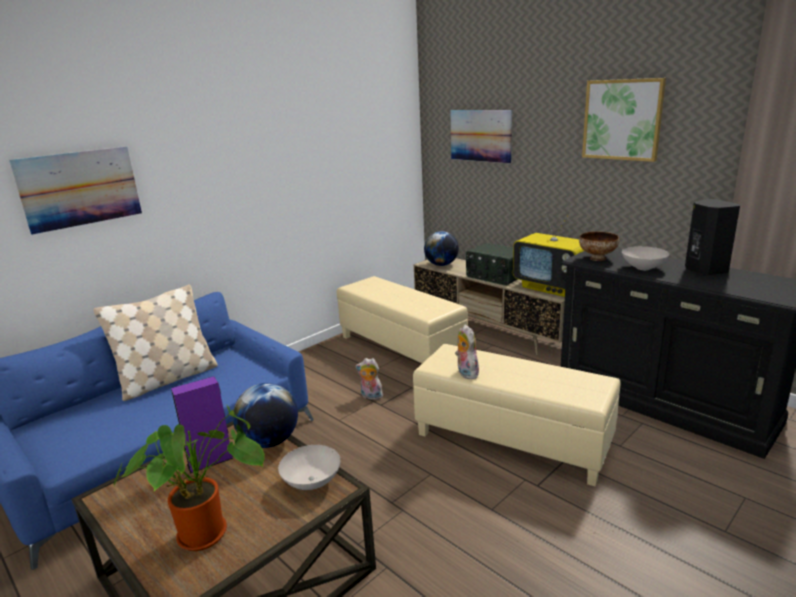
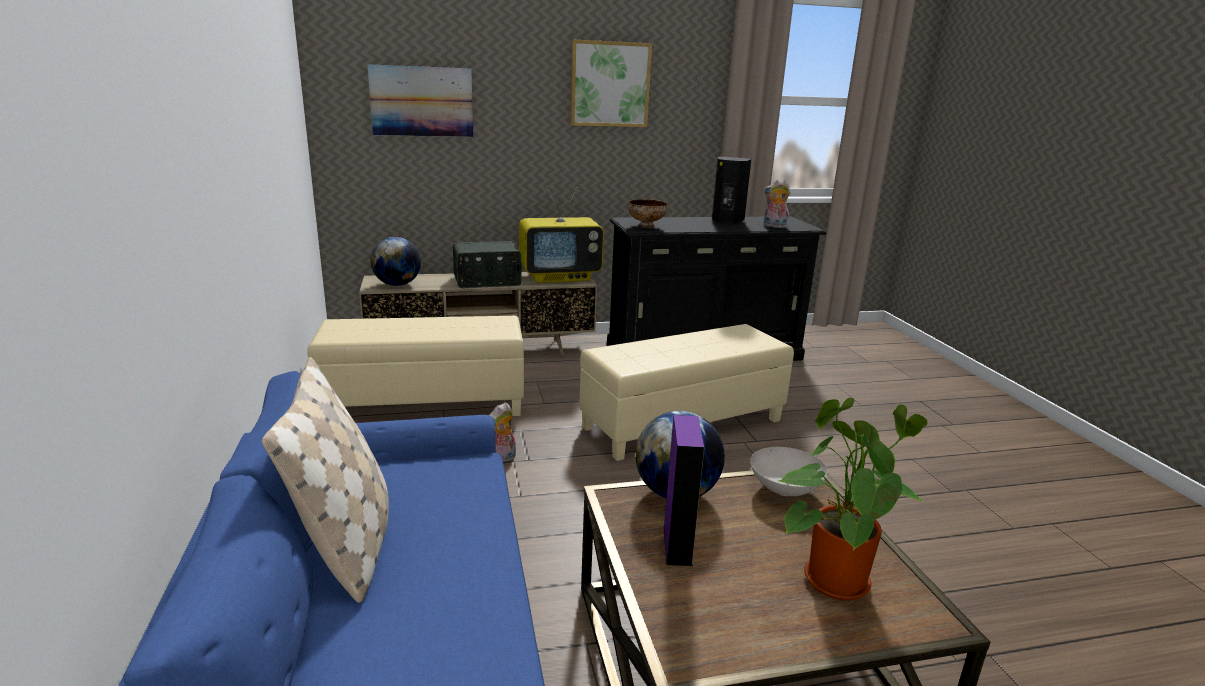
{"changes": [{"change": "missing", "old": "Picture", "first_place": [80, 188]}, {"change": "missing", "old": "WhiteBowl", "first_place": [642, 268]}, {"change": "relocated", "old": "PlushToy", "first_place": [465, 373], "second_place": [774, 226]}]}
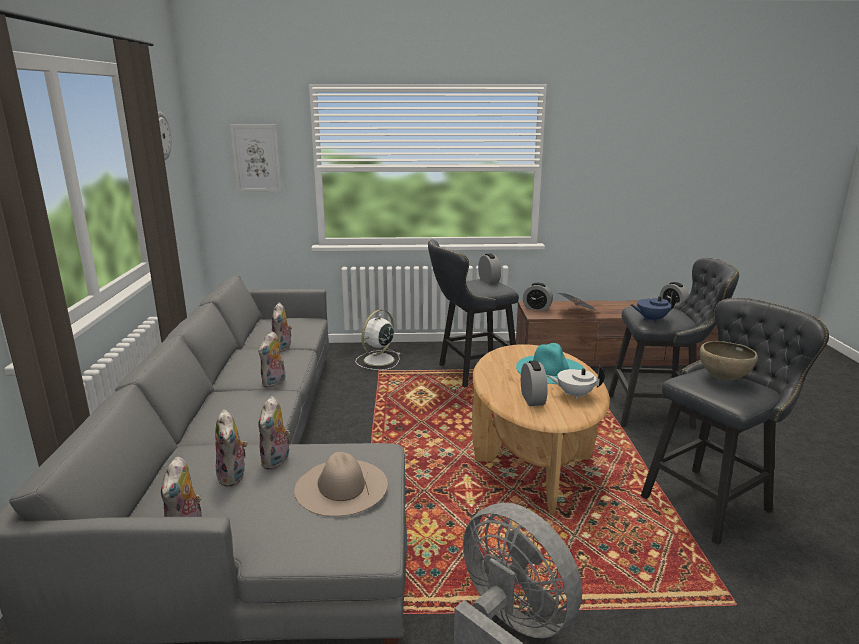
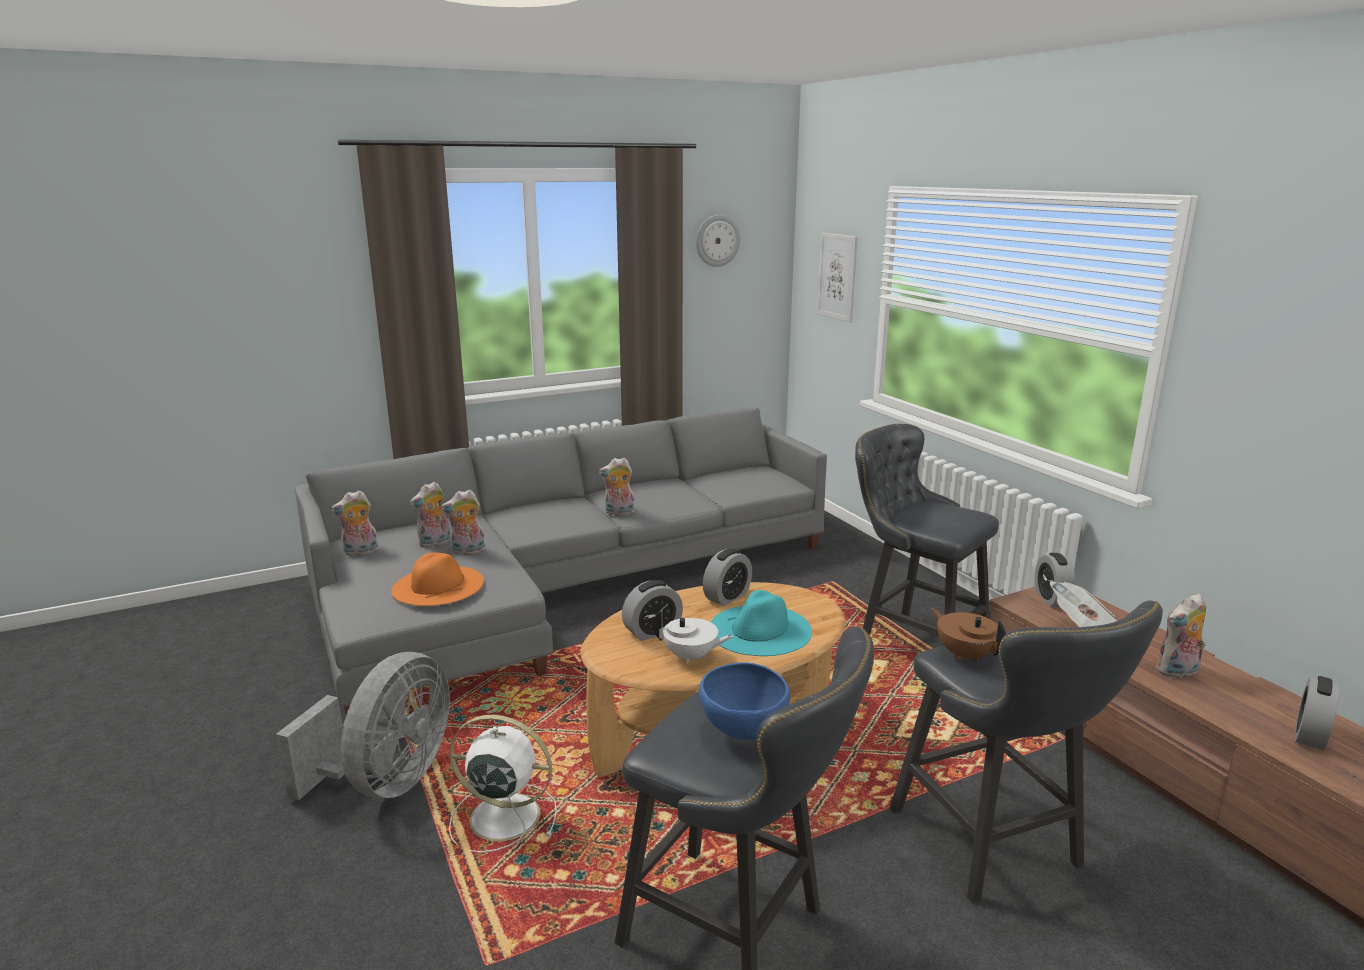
{"changes": [{"change": "relocated", "old": "AlarmClock", "first_place": [489, 281], "second_place": [727, 597]}, {"change": "colour", "old": "BlueTeapot", "new": "BrownTeapot", "first_place": [651, 319], "second_place": [965, 654]}, {"change": "relocated", "old": "PlushToy", "first_place": [283, 348], "second_place": [1178, 672]}, {"change": "relocated", "old": "WhiteFan", "first_place": [378, 360], "second_place": [501, 816]}, {"change": "colour", "old": "BrownBowl", "new": "BlueBowl", "first_place": [723, 379], "second_place": [742, 733]}, {"change": "spun", "old": "WhiteTeapot", "first_place": [574, 394], "second_place": [691, 657], "degrees": 120}, {"change": "colour", "old": "BeigeHat", "new": "OrangeHat", "first_place": [341, 486], "second_place": [438, 585]}]}
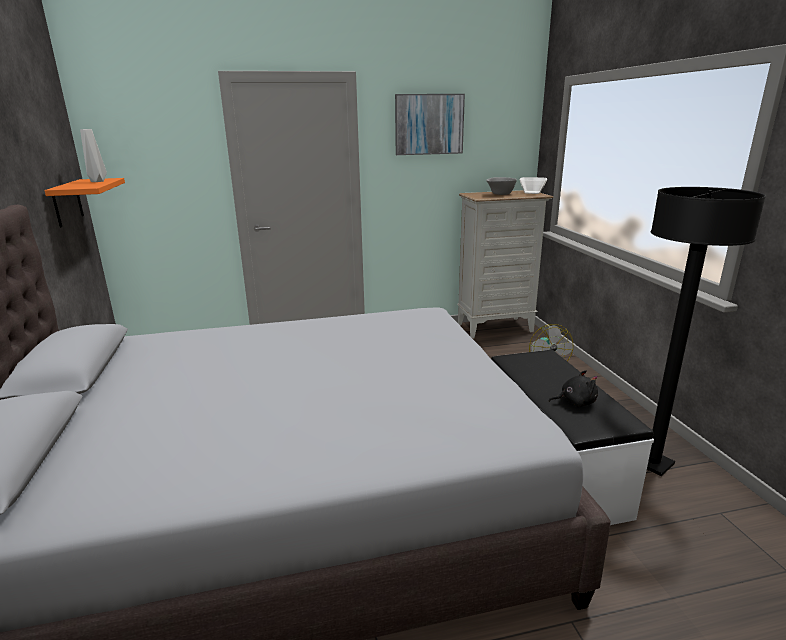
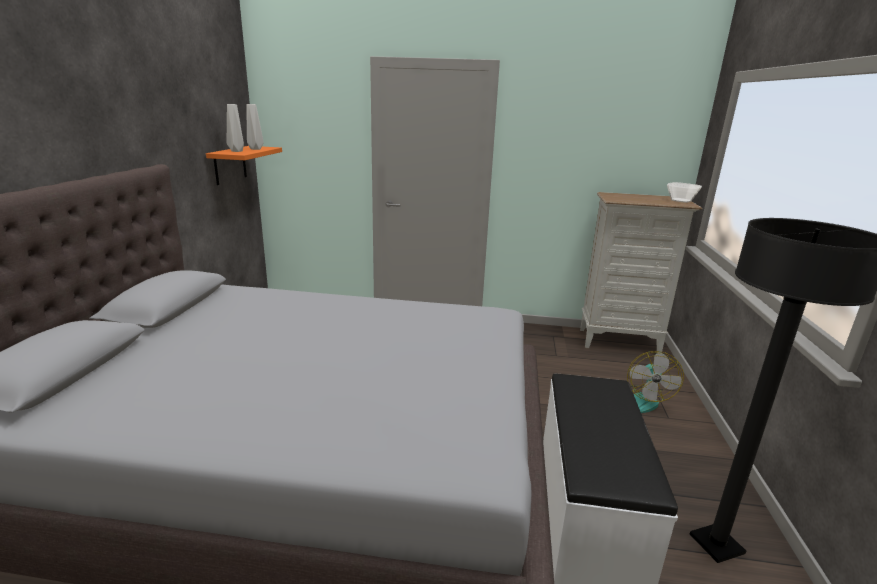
{"changes": [{"change": "missing", "old": "Picture", "first_place": [429, 124]}, {"change": "missing", "old": "GreyBowl", "first_place": [499, 194]}, {"change": "missing", "old": "BlackPlushToy", "first_place": [575, 402]}, {"change": "appeared", "new": "GreyVase", "second_place": [236, 151]}]}
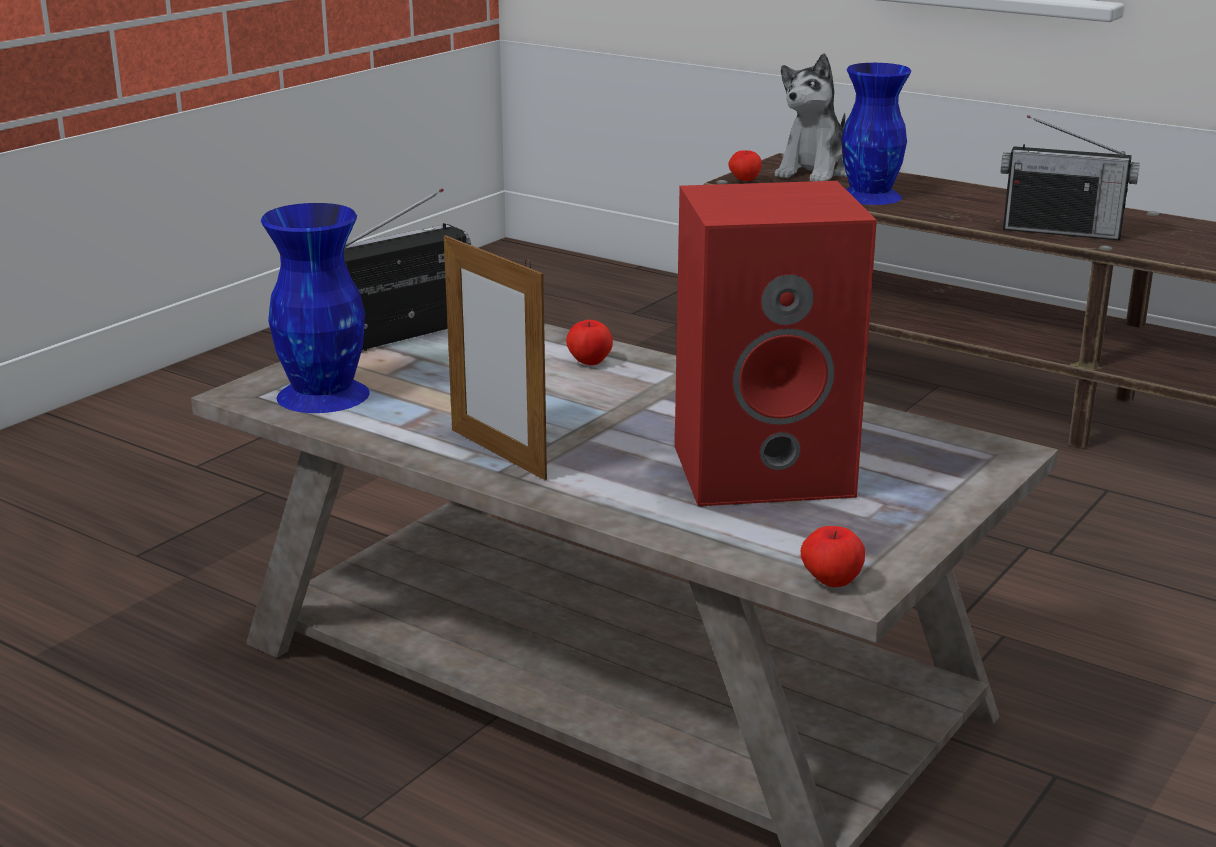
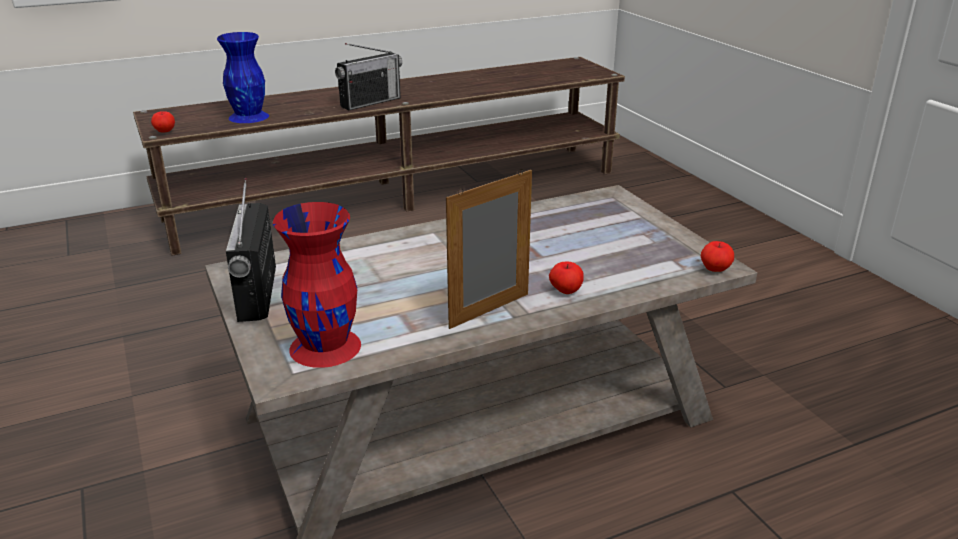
{"changes": [{"change": "missing", "old": "PlushToy", "first_place": [817, 172]}, {"change": "missing", "old": "RedSpeaker", "first_place": [766, 469]}, {"change": "colour", "old": "BlueVase", "new": "RedVase", "first_place": [325, 395], "second_place": [326, 346]}, {"change": "spun", "old": "PictureFrame", "first_place": [498, 453], "second_place": [489, 310], "degrees": 150}, {"change": "relocated", "old": "Apple", "first_place": [589, 362], "second_place": [565, 291]}]}
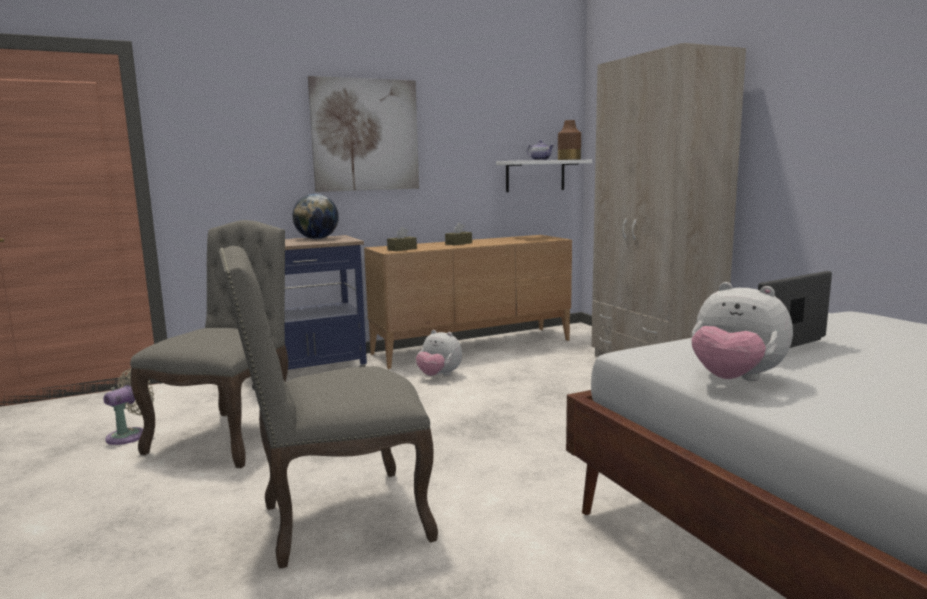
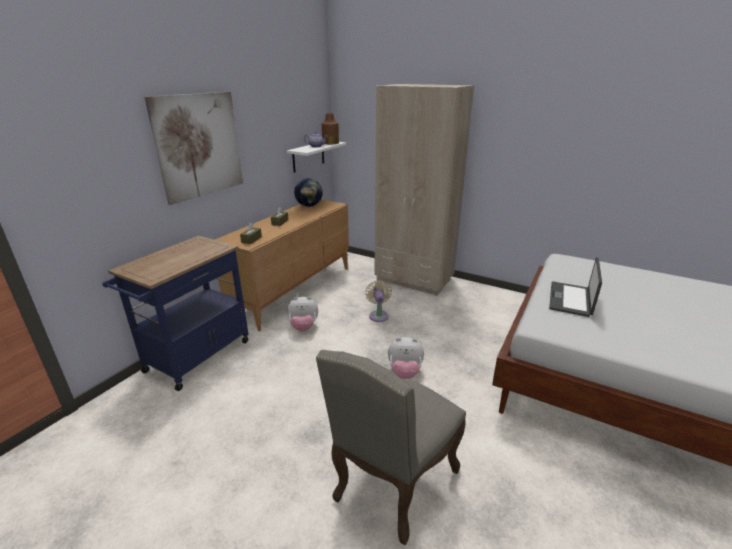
{"changes": [{"change": "relocated", "old": "Globe", "first_place": [317, 238], "second_place": [309, 206]}, {"change": "missing", "old": "GreyChair", "first_place": [229, 436]}, {"change": "relocated", "old": "PlushToy", "first_place": [735, 380], "second_place": [404, 372]}, {"change": "relocated", "old": "BeigeFan", "first_place": [130, 435], "second_place": [378, 315]}]}
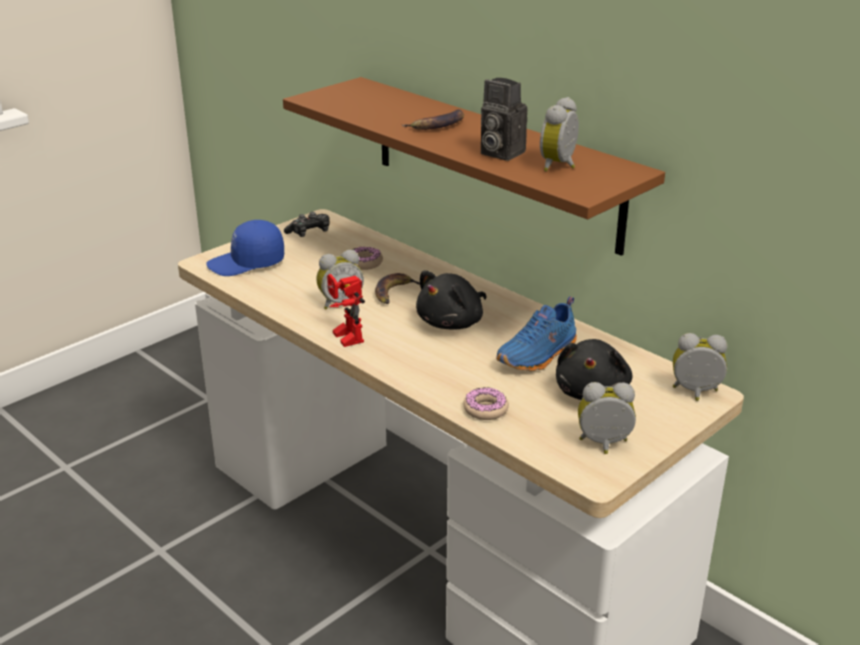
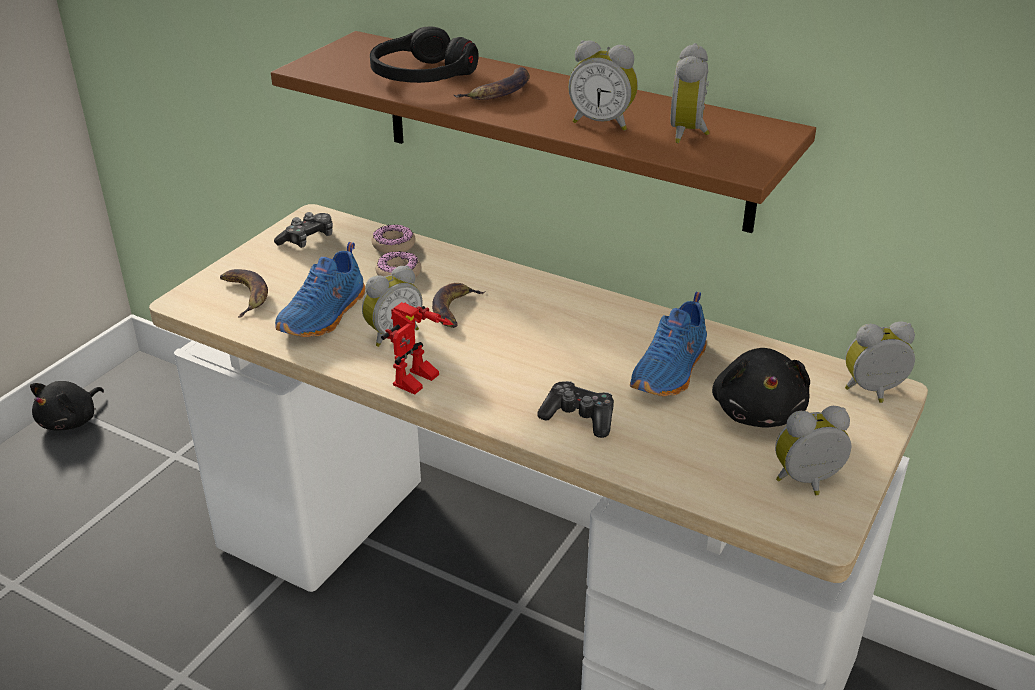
{"changes": [{"change": "exchanged", "old": "PhotoCamera", "new": "AlarmClock", "first_place": [499, 153], "second_place": [602, 123]}, {"change": "exchanged", "old": "BlueCap", "new": "Banana", "first_place": [247, 263], "second_place": [244, 295]}, {"change": "relocated", "old": "BlackPlushToy", "first_place": [452, 323], "second_place": [71, 420]}, {"change": "spun", "old": "ToyRobot", "first_place": [343, 337], "second_place": [418, 383], "degrees": -105}, {"change": "relocated", "old": "Donut", "first_place": [485, 409], "second_place": [393, 245]}, {"change": "appeared", "new": "BlackHeadphones", "second_place": [421, 76]}, {"change": "appeared", "new": "BlueShoe", "second_place": [325, 316]}, {"change": "appeared", "new": "GameController", "second_place": [579, 417]}]}
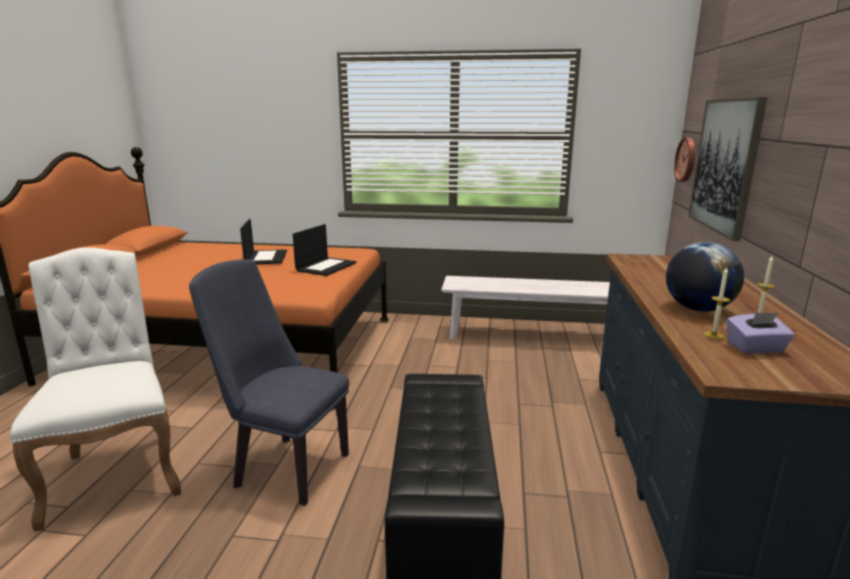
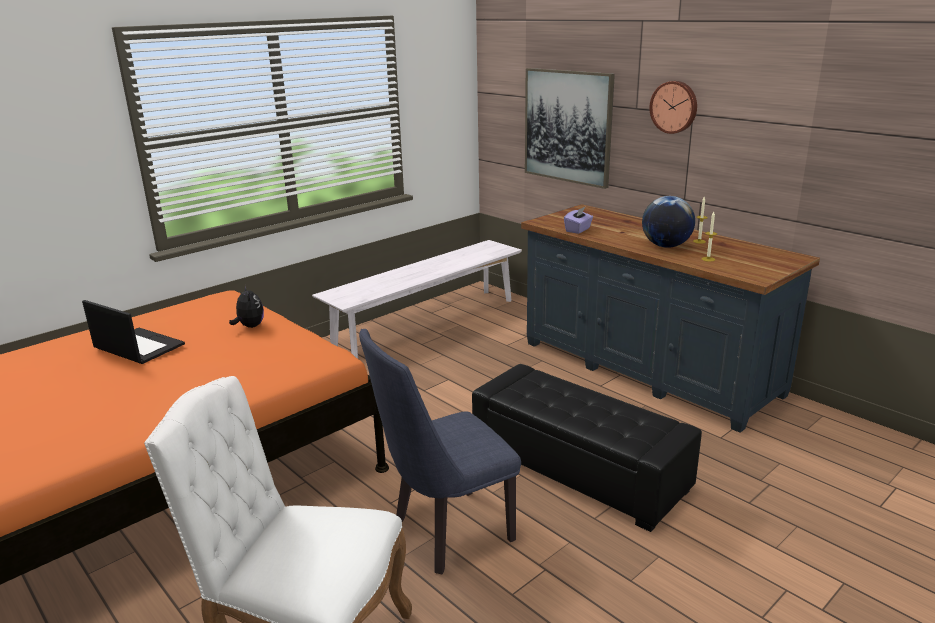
{"changes": [{"change": "relocated", "old": "WallClock", "first_place": [687, 160], "second_place": [674, 107]}, {"change": "exchanged", "old": "Laptop", "new": "PlushToy", "first_place": [326, 266], "second_place": [250, 326]}, {"change": "relocated", "old": "PurpleTissueBox", "first_place": [755, 348], "second_place": [578, 230]}]}
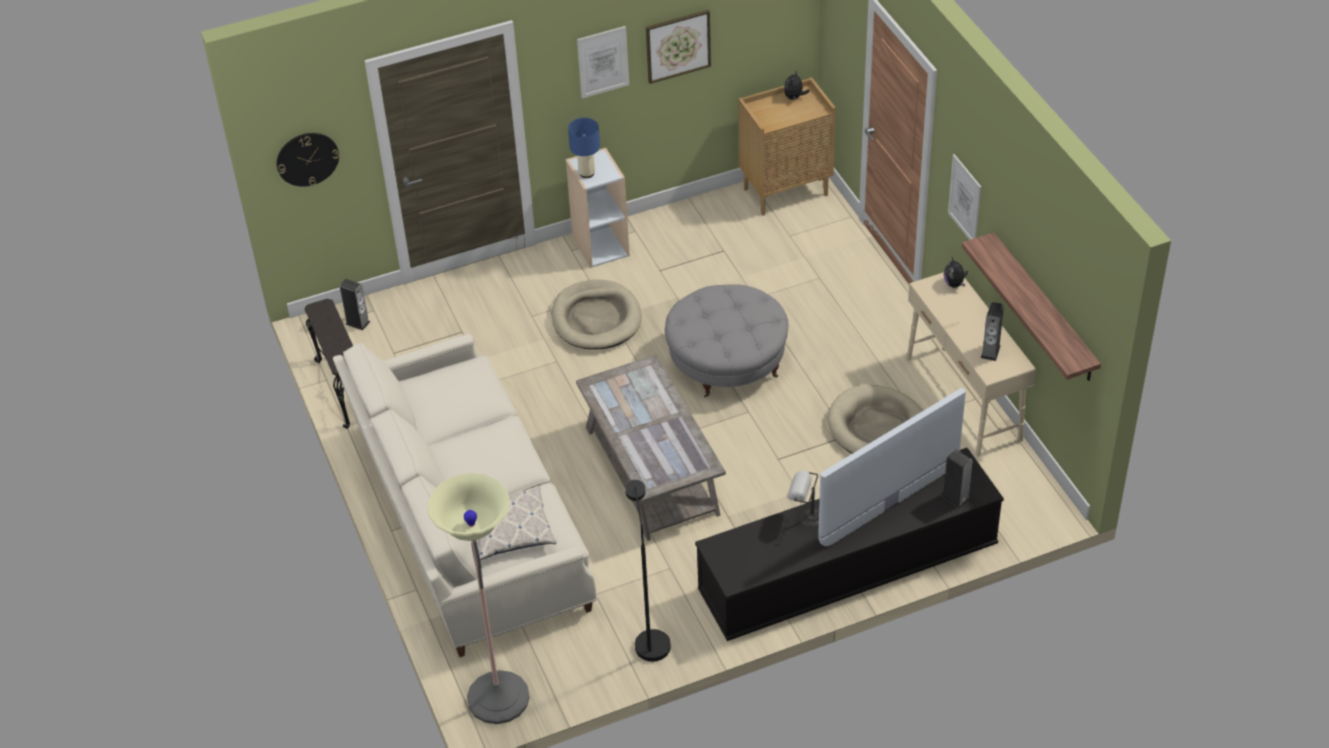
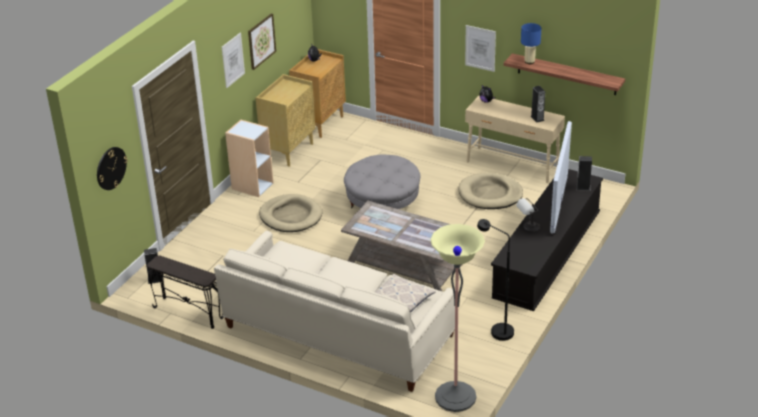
{"changes": [{"change": "relocated", "old": "BlueTableLamp", "first_place": [587, 173], "second_place": [529, 62]}, {"change": "appeared", "new": "BeigeCabinet", "second_place": [289, 151]}]}
